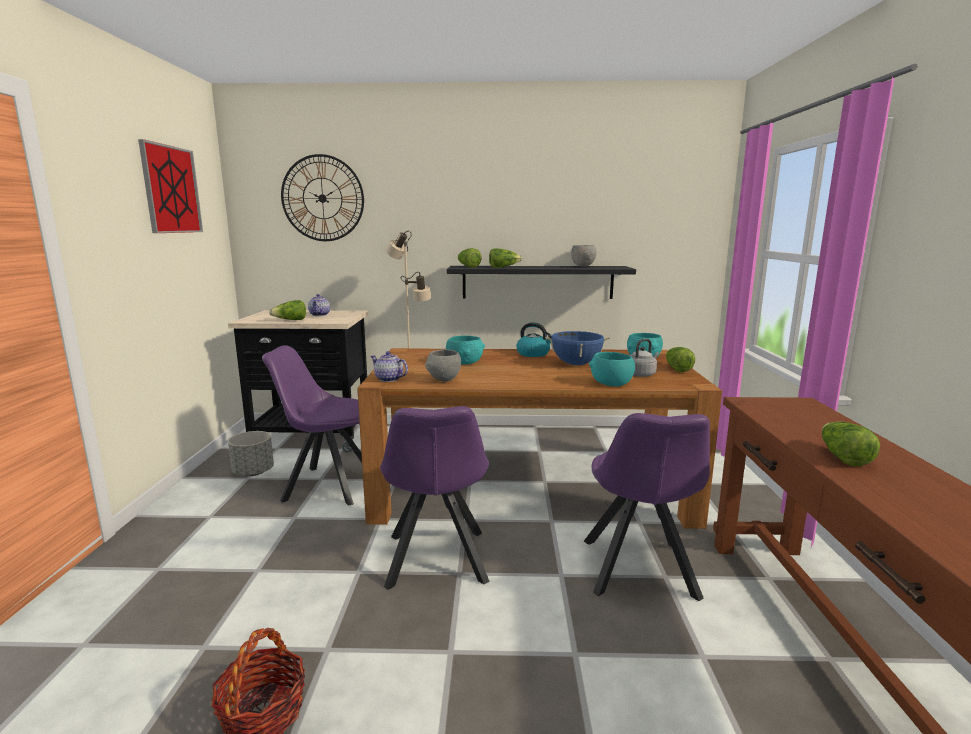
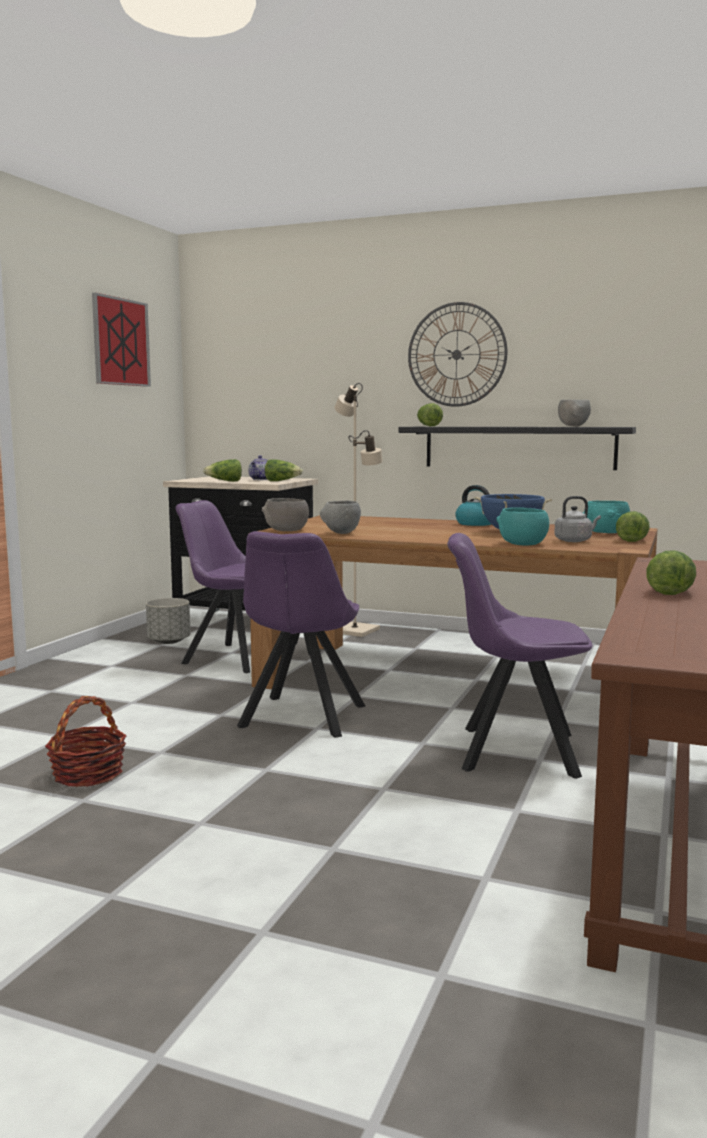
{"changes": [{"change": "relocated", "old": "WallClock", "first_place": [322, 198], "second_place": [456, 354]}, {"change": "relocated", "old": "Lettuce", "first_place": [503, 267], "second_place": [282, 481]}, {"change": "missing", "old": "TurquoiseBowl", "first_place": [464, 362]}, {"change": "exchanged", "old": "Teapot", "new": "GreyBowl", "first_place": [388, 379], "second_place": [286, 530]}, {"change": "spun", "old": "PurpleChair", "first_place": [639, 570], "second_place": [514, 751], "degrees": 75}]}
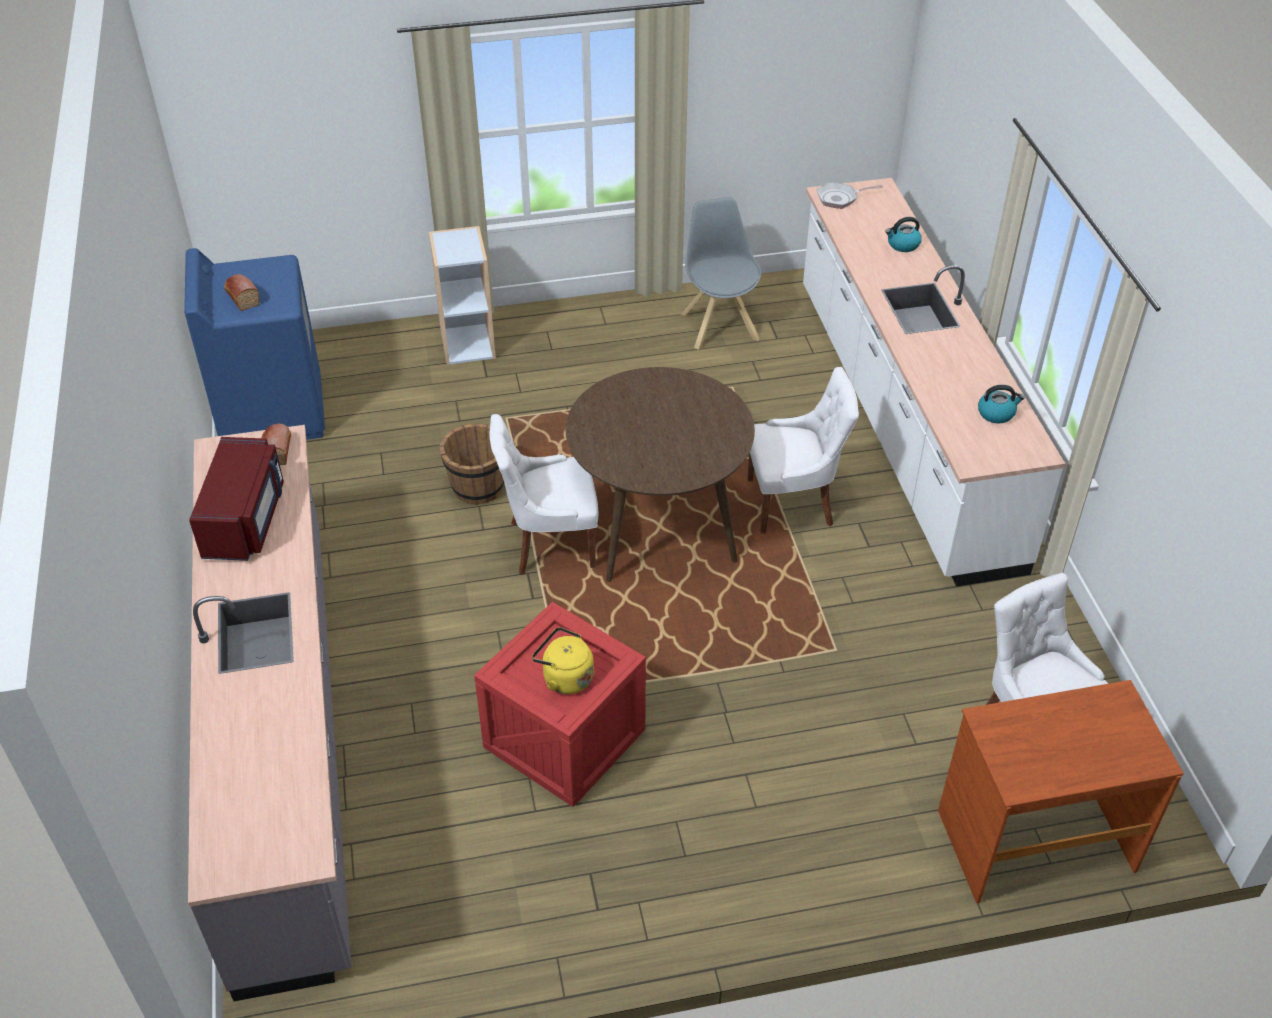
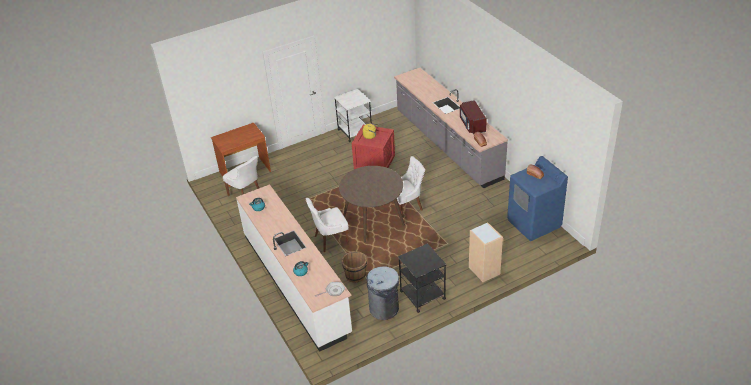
{"changes": [{"change": "exchanged", "old": "GreyChair", "new": "GreyTrashCan", "first_place": [719, 325], "second_place": [384, 309]}, {"change": "relocated", "old": "BrownBucket", "first_place": [477, 488], "second_place": [355, 275]}, {"change": "appeared", "new": "WhiteCart", "second_place": [355, 131]}, {"change": "appeared", "new": "BlackCart", "second_place": [422, 296]}]}
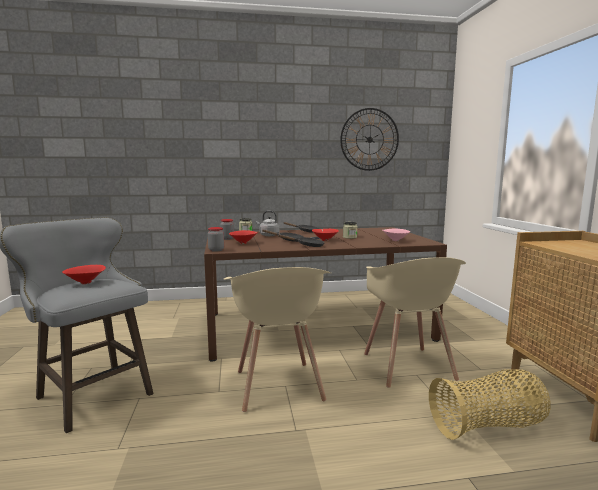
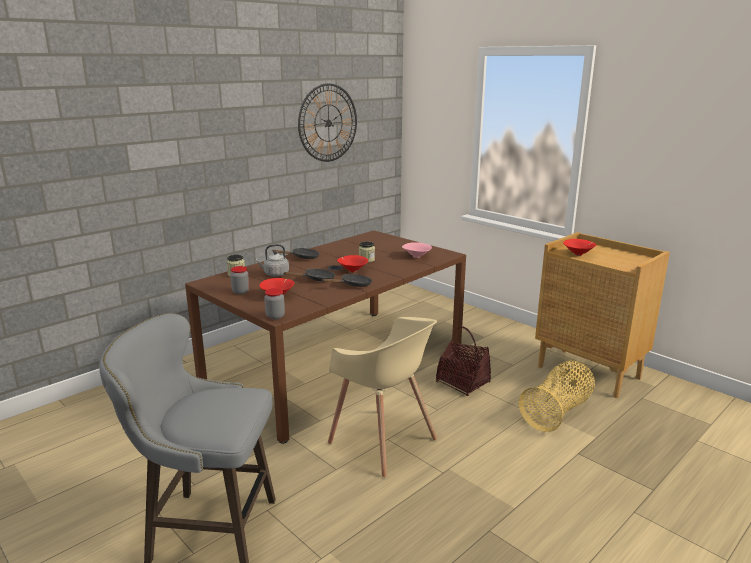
{"changes": [{"change": "exchanged", "old": "BeigeChair", "new": "Basket", "first_place": [408, 367], "second_place": [463, 382]}, {"change": "relocated", "old": "RedBowl", "first_place": [86, 283], "second_place": [579, 254]}]}
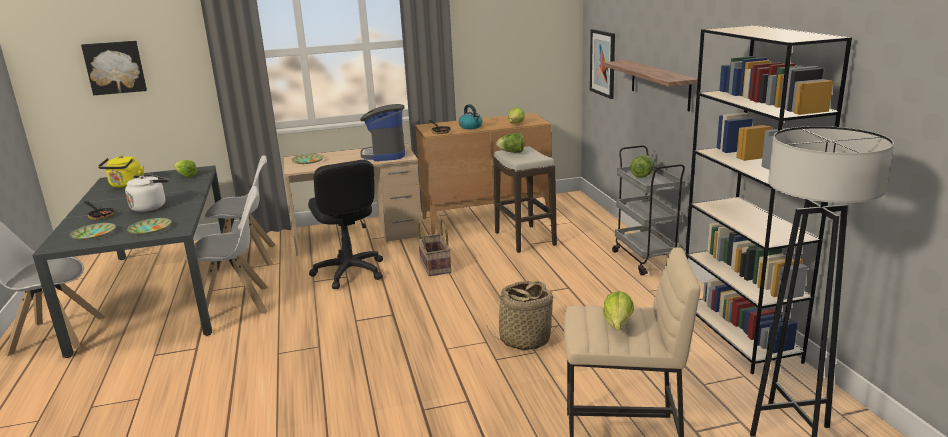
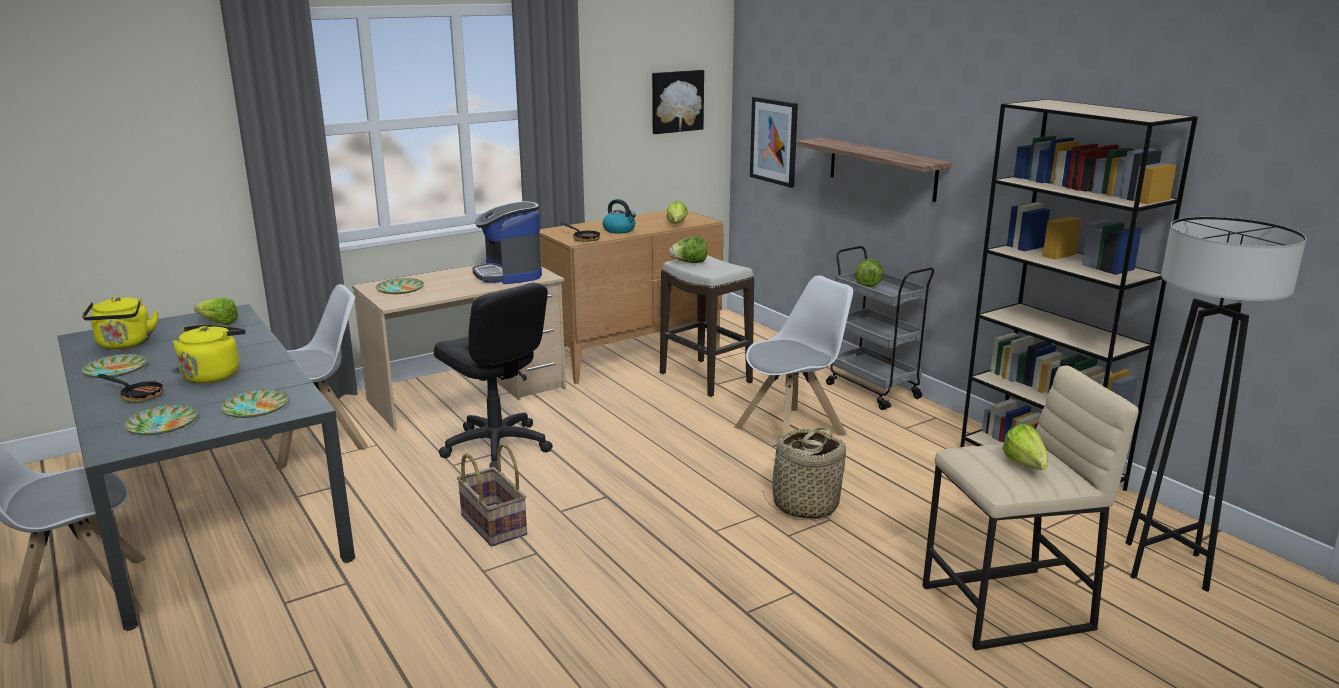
{"changes": [{"change": "relocated", "old": "Picture", "first_place": [115, 67], "second_place": [676, 101]}, {"change": "colour", "old": "WhiteKettle", "new": "YellowKettle", "first_place": [150, 207], "second_place": [214, 375]}, {"change": "relocated", "old": "Chair", "first_place": [237, 304], "second_place": [792, 430]}, {"change": "relocated", "old": "Basket", "first_place": [434, 266], "second_place": [492, 525]}, {"change": "appeared", "new": "Plate", "second_place": [115, 370]}]}
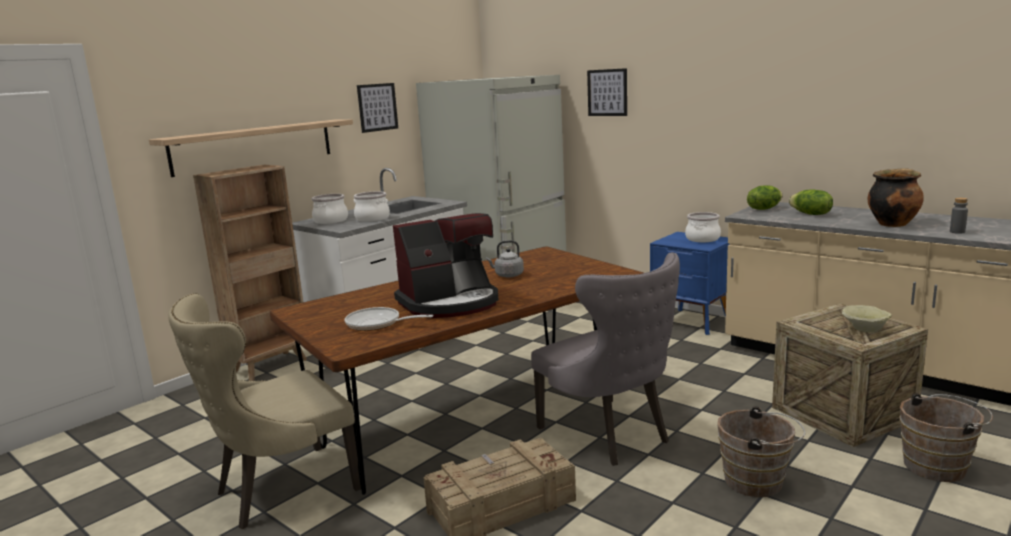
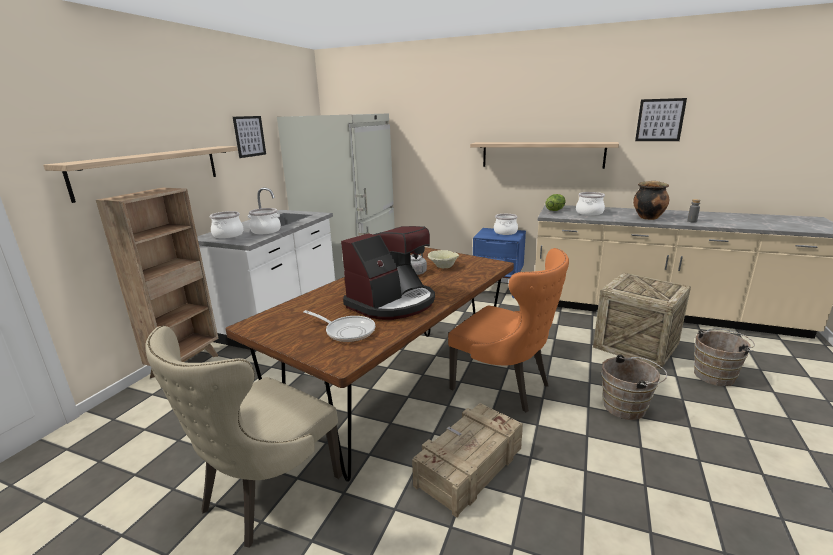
{"changes": [{"change": "relocated", "old": "Picture", "first_place": [607, 92], "second_place": [660, 120]}, {"change": "exchanged", "old": "Lettuce", "new": "CookingPot", "first_place": [810, 214], "second_place": [589, 213]}, {"change": "colour", "old": "GreyChair", "new": "OrangeChair", "first_place": [609, 434], "second_place": [505, 385]}, {"change": "relocated", "old": "BeigeBowl", "first_place": [865, 329], "second_place": [443, 266]}, {"change": "spun", "old": "FryingPan", "first_place": [377, 324], "second_place": [347, 331], "degrees": -150}, {"change": "appeared", "new": "Shelf", "second_place": [542, 154]}]}
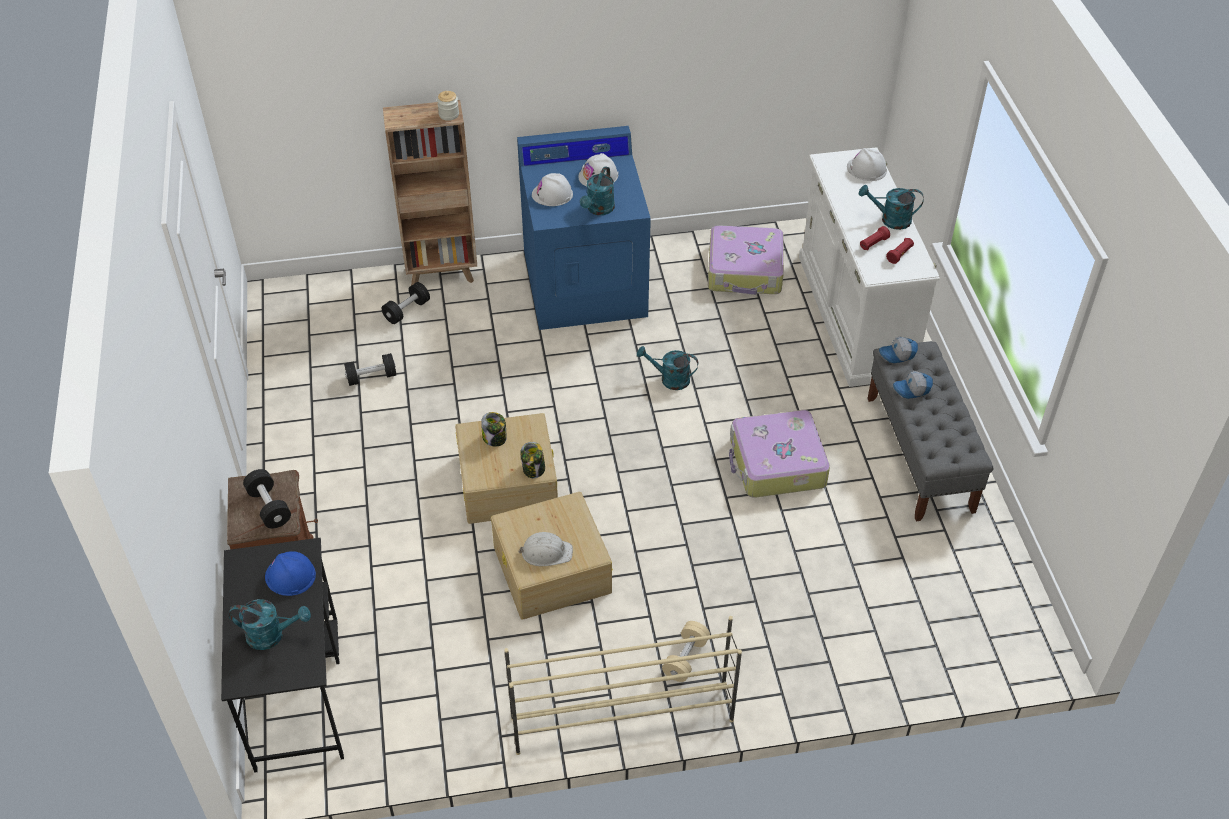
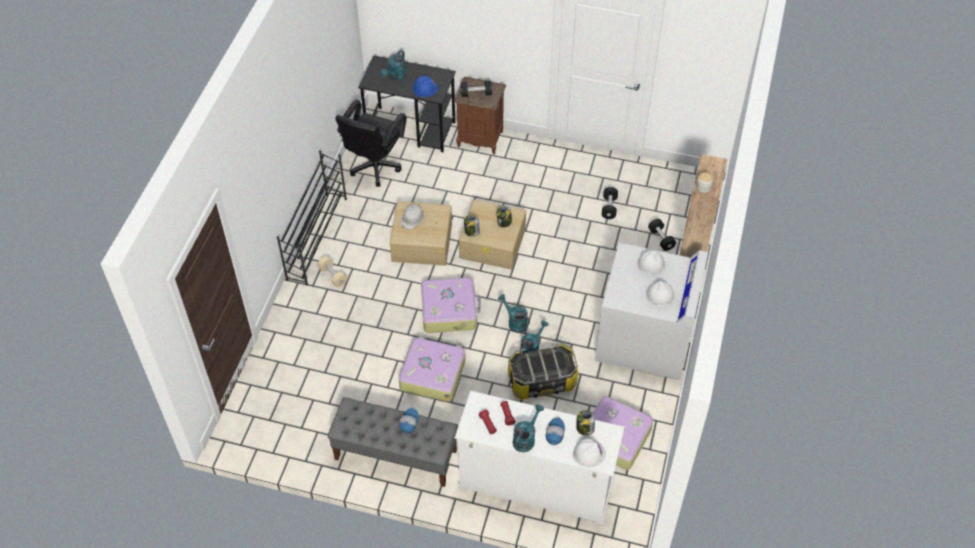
{"changes": [{"change": "colour", "old": "BlueWashingMachine", "new": "WhiteWashingMachine", "first_place": [585, 284], "second_place": [644, 339]}, {"change": "relocated", "old": "TurquoiseWateringCan", "first_place": [598, 210], "second_place": [514, 322]}, {"change": "relocated", "old": "Cap", "first_place": [897, 355], "second_place": [554, 433]}, {"change": "colour", "old": "BeigeShoeRack", "new": "BlackShoeRack", "first_place": [621, 719], "second_place": [317, 238]}, {"change": "appeared", "new": "BlackOfficeChair", "second_place": [374, 170]}, {"change": "appeared", "new": "Suitcase", "second_place": [449, 310]}, {"change": "appeared", "new": "StorageBox", "second_place": [542, 381]}, {"change": "appeared", "new": "Jar", "second_place": [584, 428]}]}
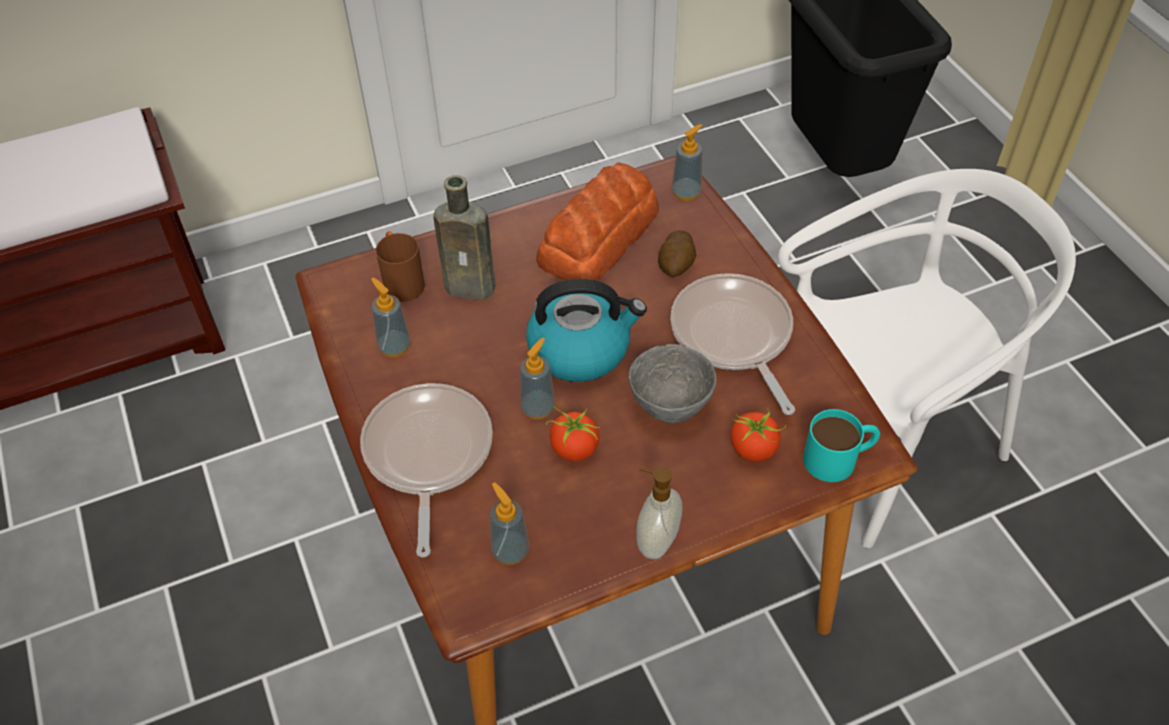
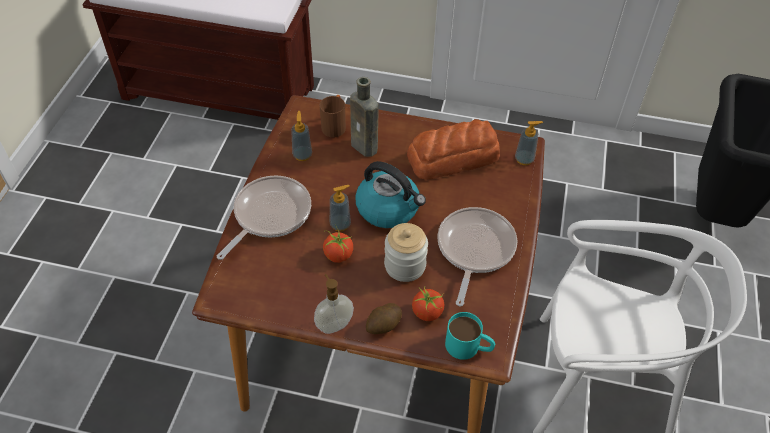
{"changes": [{"change": "relocated", "old": "Potato", "first_place": [676, 265], "second_place": [383, 325]}, {"change": "exchanged", "old": "GreyBowl", "new": "Jar", "first_place": [670, 408], "second_place": [405, 265]}, {"change": "missing", "old": "SoapDispenser", "first_place": [510, 551]}]}
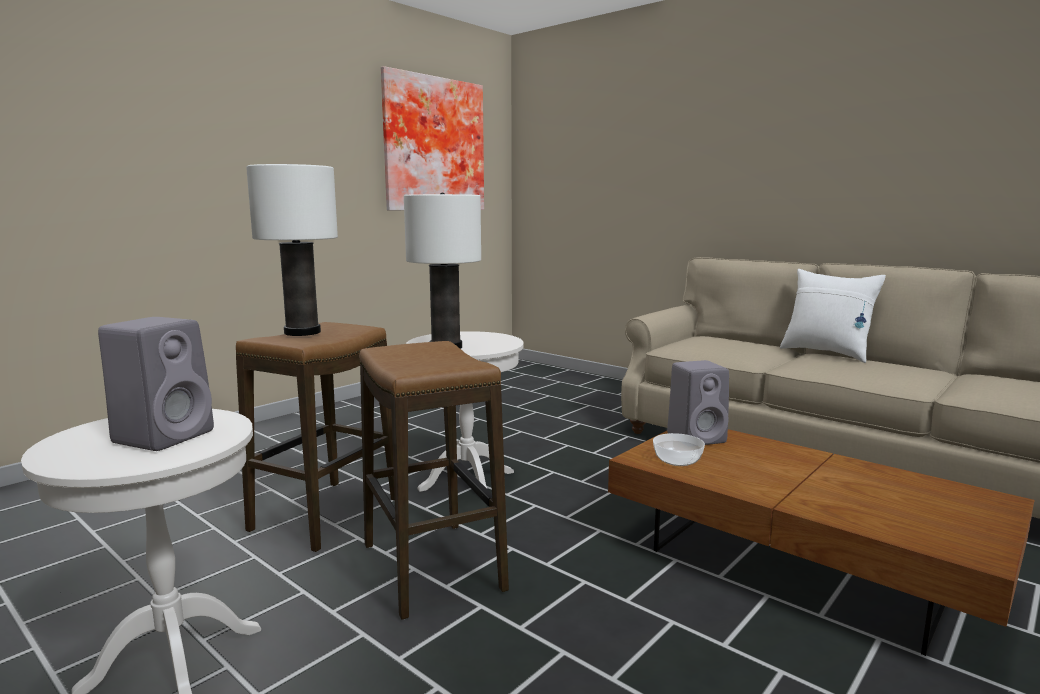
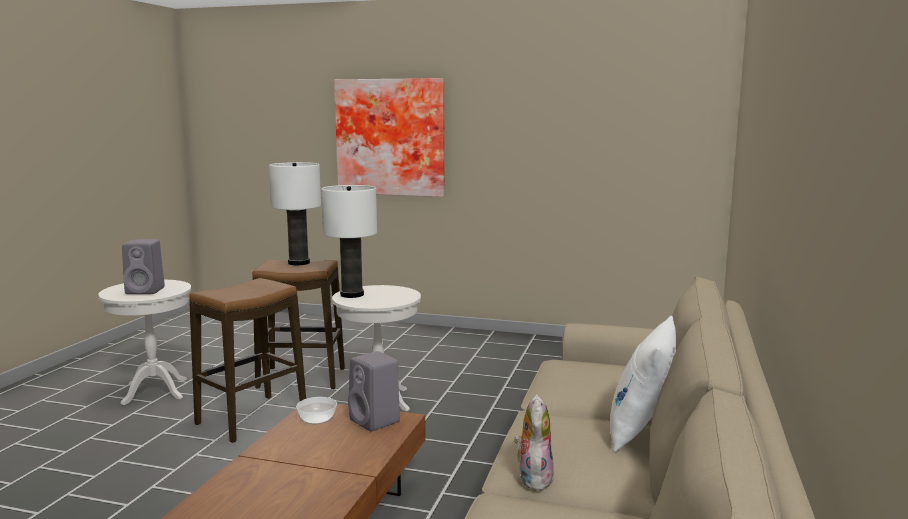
{"changes": [{"change": "relocated", "old": "Picture", "first_place": [432, 145], "second_place": [391, 137]}, {"change": "appeared", "new": "PlushToy", "second_place": [533, 477]}]}
